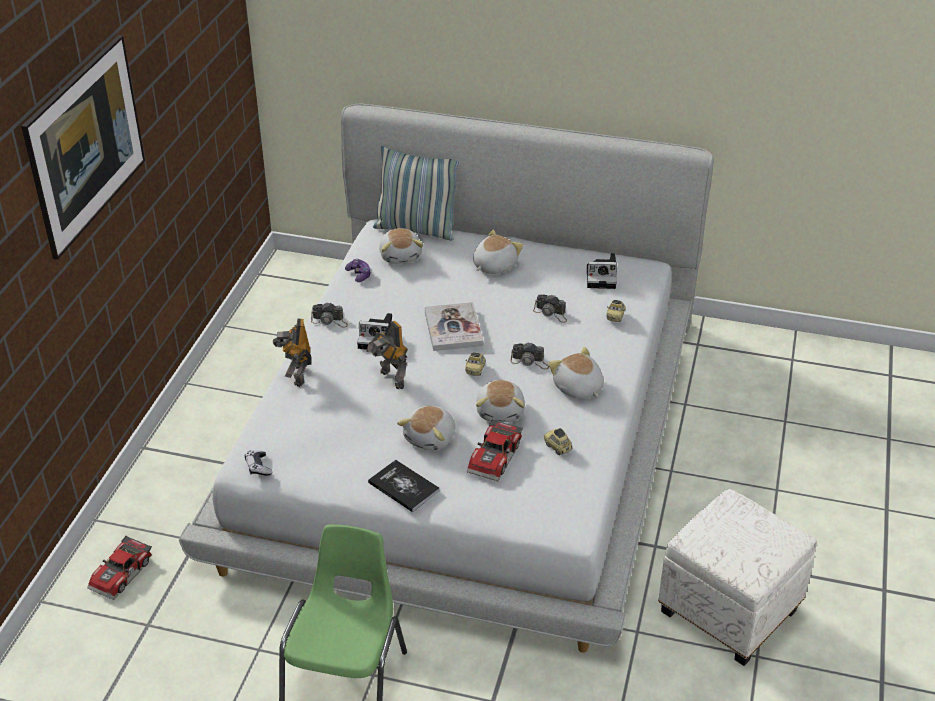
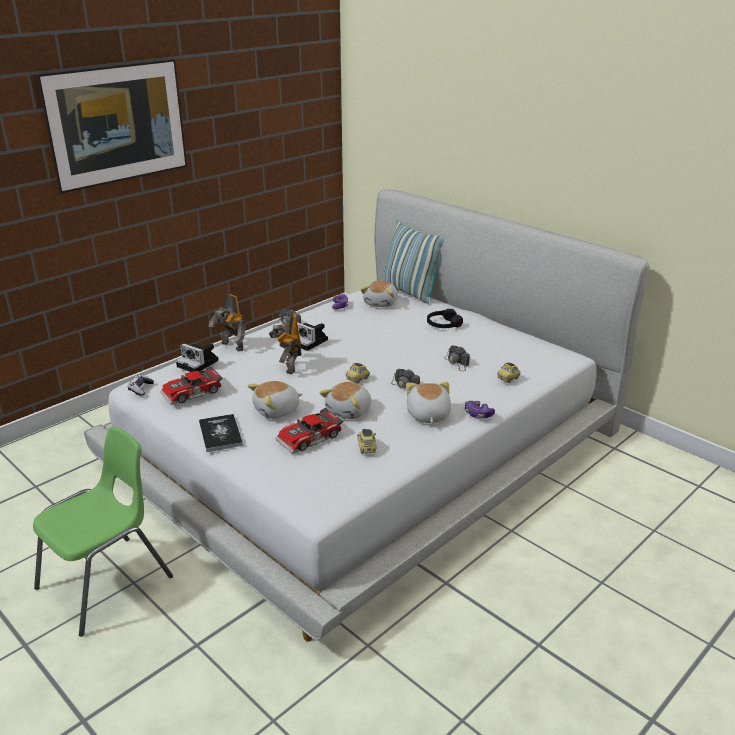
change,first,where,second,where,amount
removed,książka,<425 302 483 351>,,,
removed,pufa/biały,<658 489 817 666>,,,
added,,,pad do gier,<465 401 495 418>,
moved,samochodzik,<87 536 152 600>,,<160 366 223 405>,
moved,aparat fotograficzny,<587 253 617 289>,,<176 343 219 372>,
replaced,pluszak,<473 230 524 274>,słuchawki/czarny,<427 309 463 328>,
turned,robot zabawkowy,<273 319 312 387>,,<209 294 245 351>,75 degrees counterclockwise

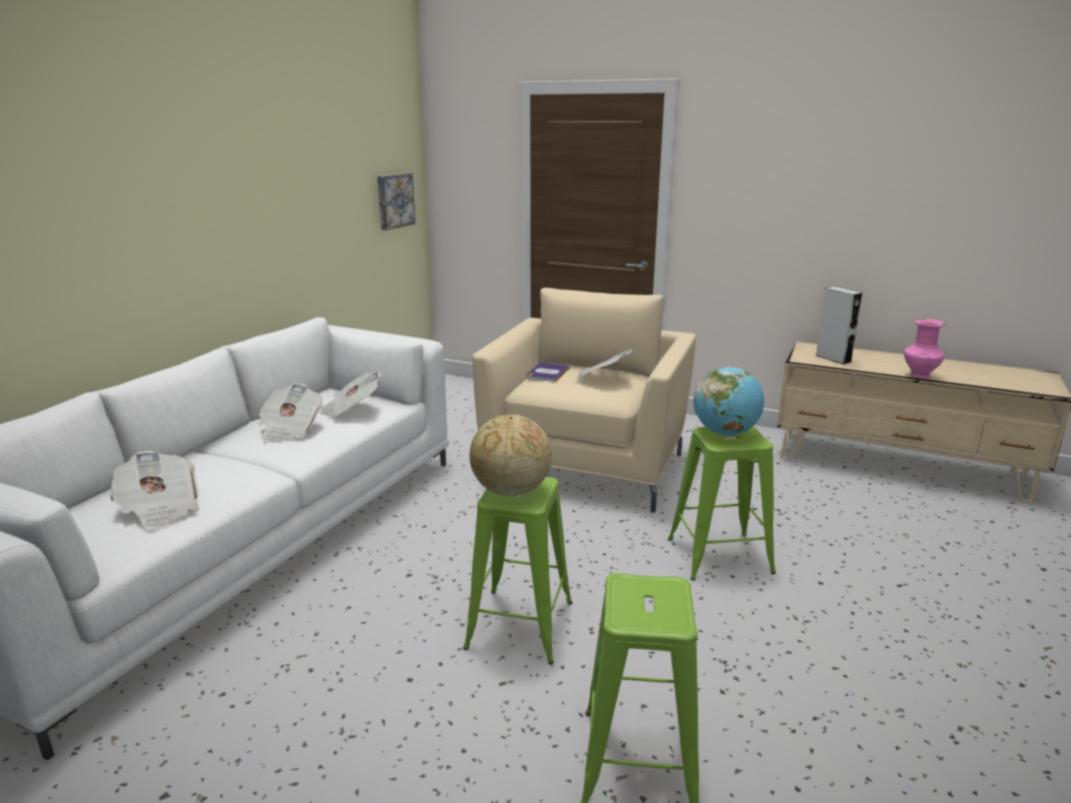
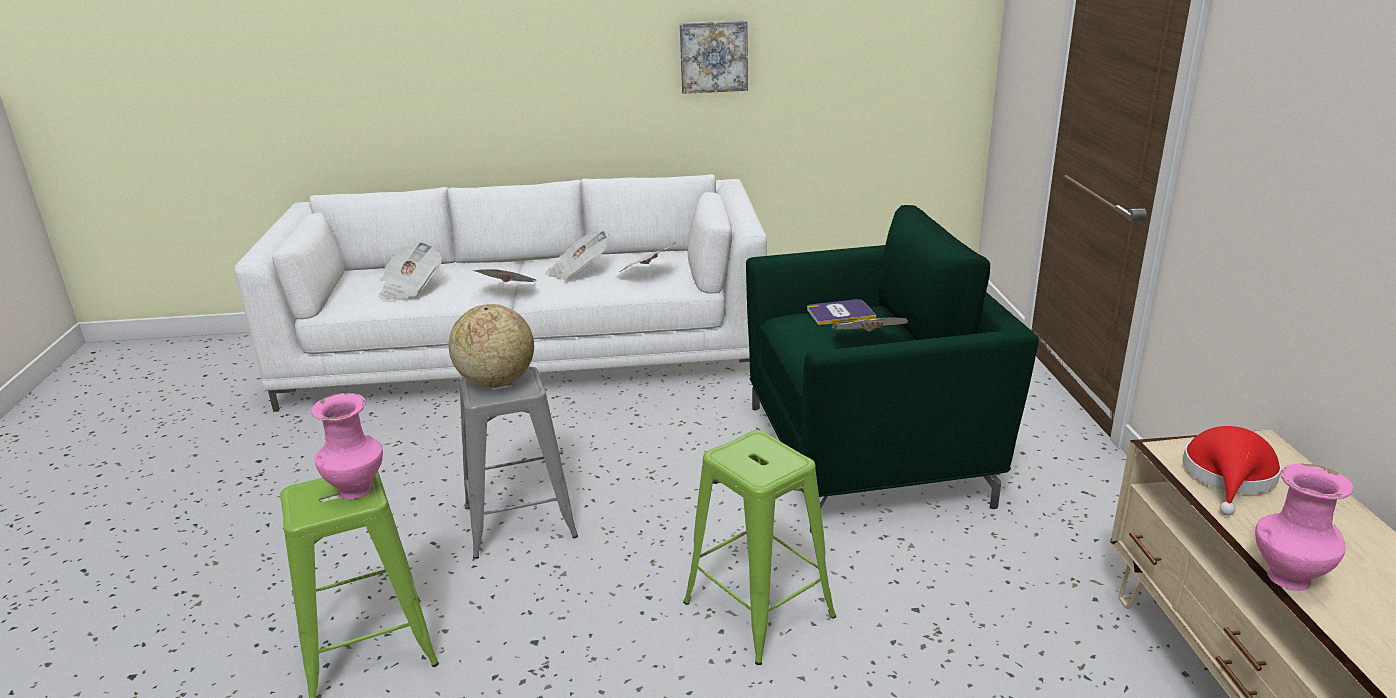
change,first,where,second,where,amount
removed,globus,<694 367 764 436>,,,
added,,,wazon/różowy,<311 393 383 500>,
added,,,gazeta,<474 269 536 282>,
moved,obraz,<377 173 416 230>,,<680 20 748 94>,
replaced,głośnik/szary,<816 287 862 365>,kapelusz/czerwony,<1183 426 1282 516>,
recoloured,stołek/zielony,<463 477 572 664>,stołek/szary,<459 367 578 559>,
recoloured,fotel/beżowy,<472 288 696 513>,fotel/zielony,<746 205 1039 533>,

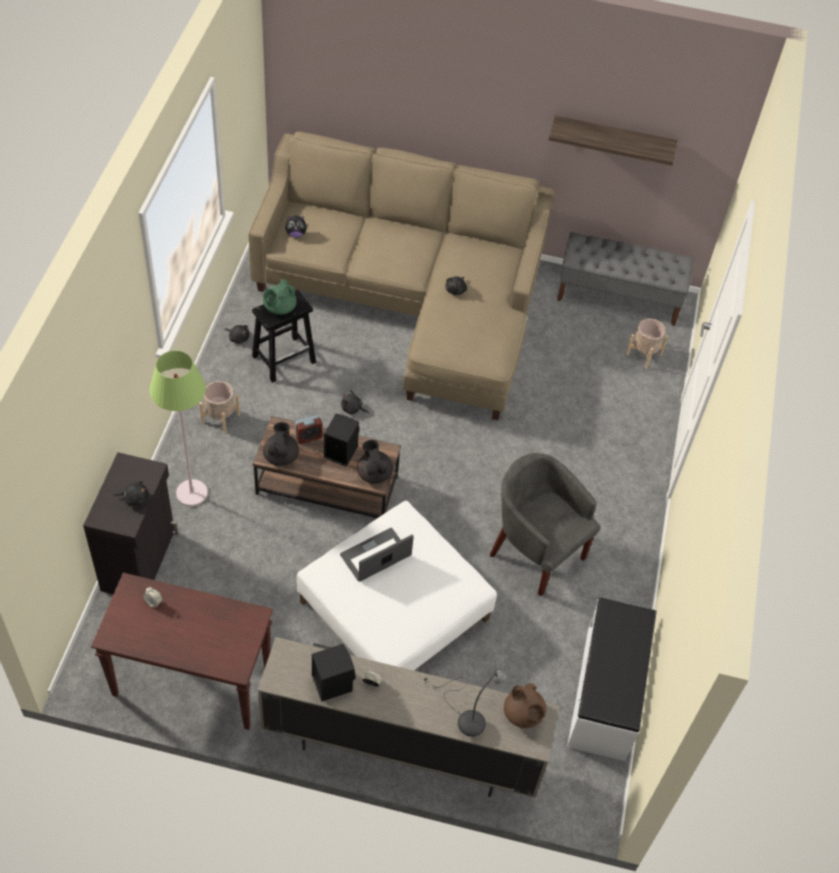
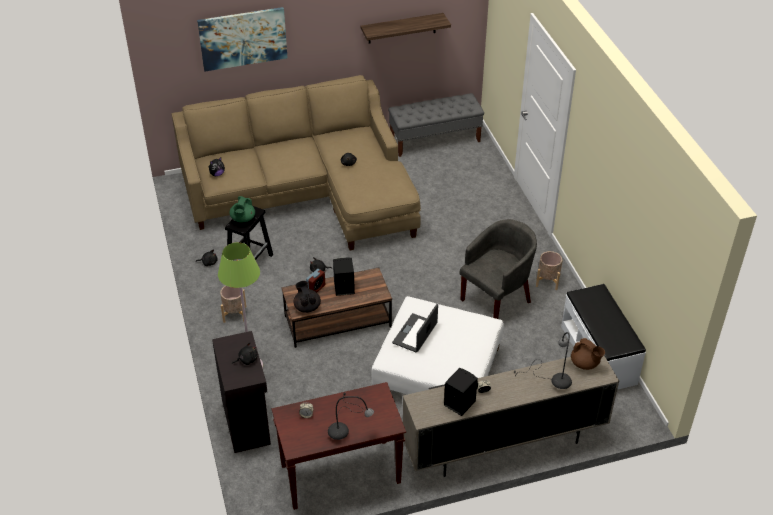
change,first,where,second,where,amount
removed,imbryk/czarny,<357 440 393 483>,,,
added,,,obraz,<197 7 288 72>,
added,,,lampa stołowa/szary,<328 393 374 440>,
moved,donica/beżowy,<626 318 668 369>,,<536 251 562 290>,
turned,fotel/szary,<490 453 600 596>,,<460 219 537 319>,120 degrees clockwise

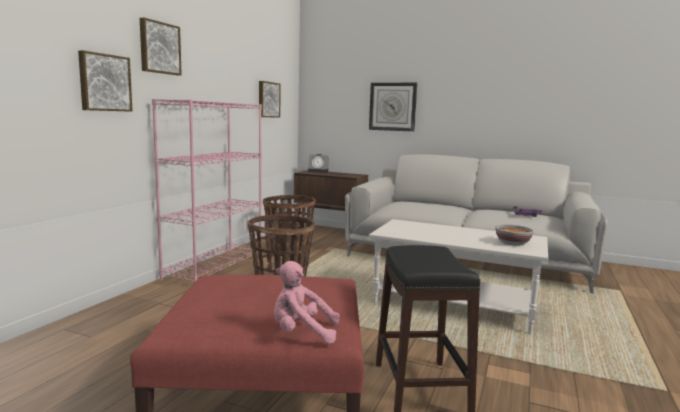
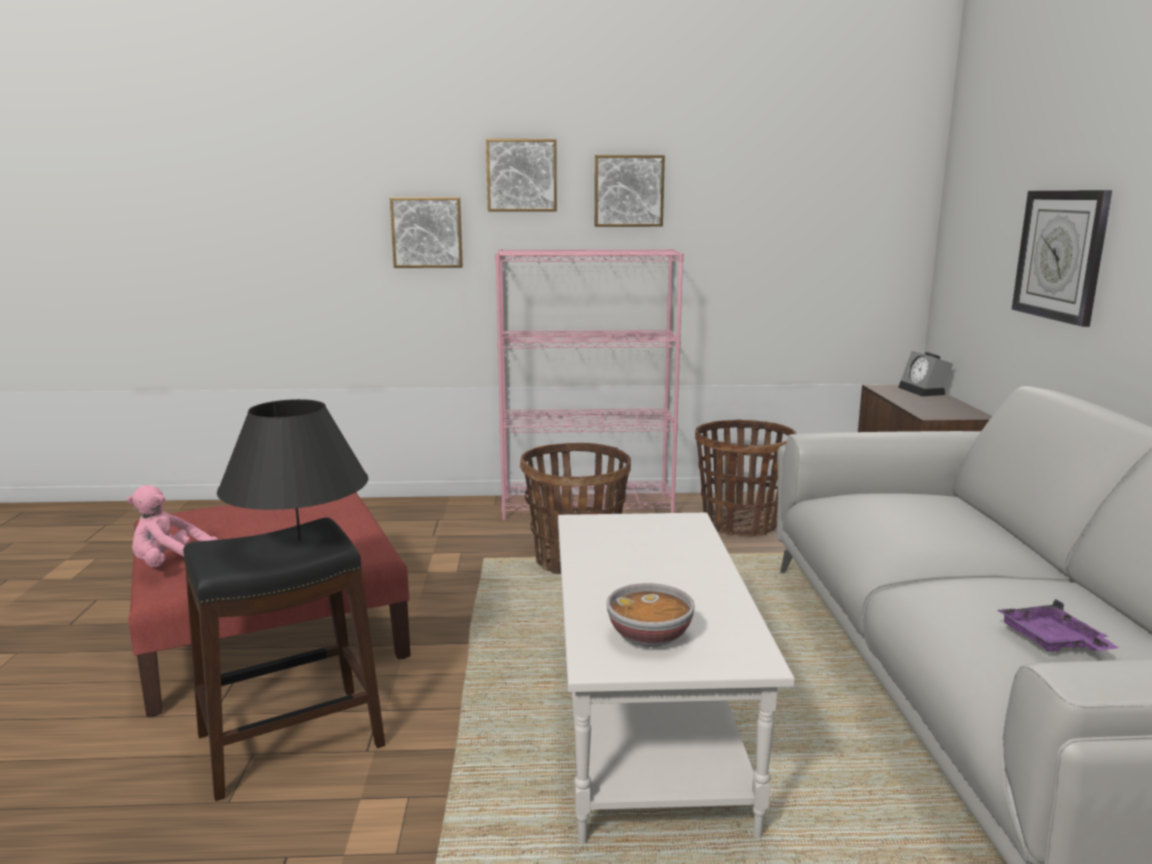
change,first,where,second,where,amount
added,,,lampa stołowa/czarny,<217 399 368 541>,
moved,obraz,<259 81 281 118>,,<595 155 665 227>,
turned,pluszak/różowy,<274 261 340 344>,,<127 485 218 567>,90 degrees counterclockwise

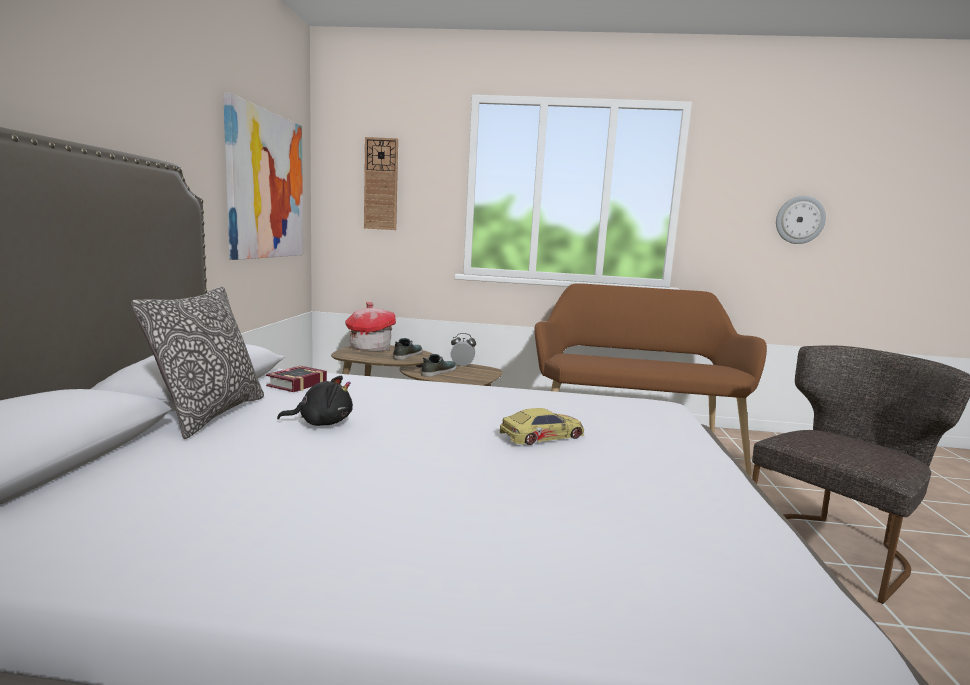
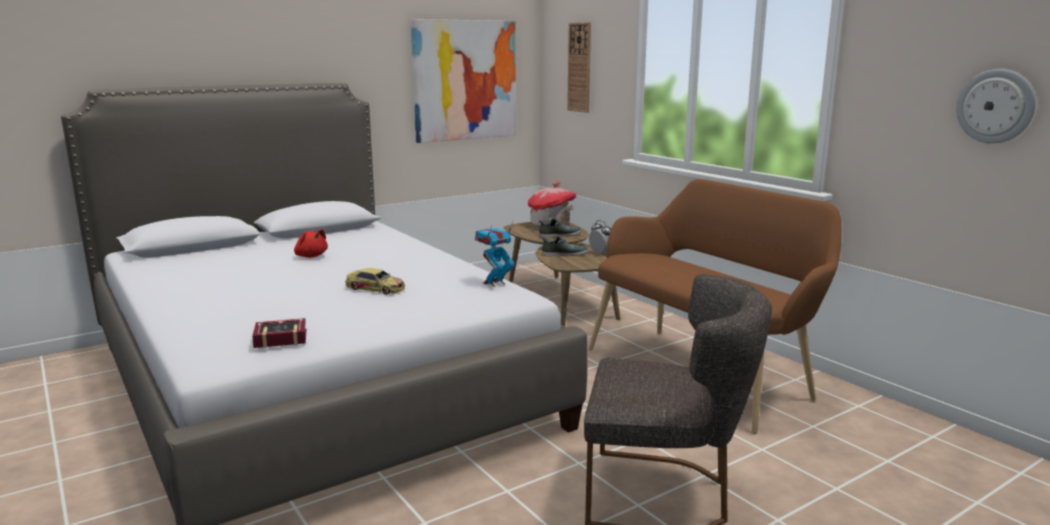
change,first,where,second,where,amount
removed,poduszka,<131 287 264 439>,,,
added,,,robot zabawkowy,<475 222 514 287>,
moved,książka,<266 366 327 392>,,<252 318 306 348>,
recoloured,pluszak/czarny,<277 375 353 426>,pluszak/czerwony,<294 229 328 258>,

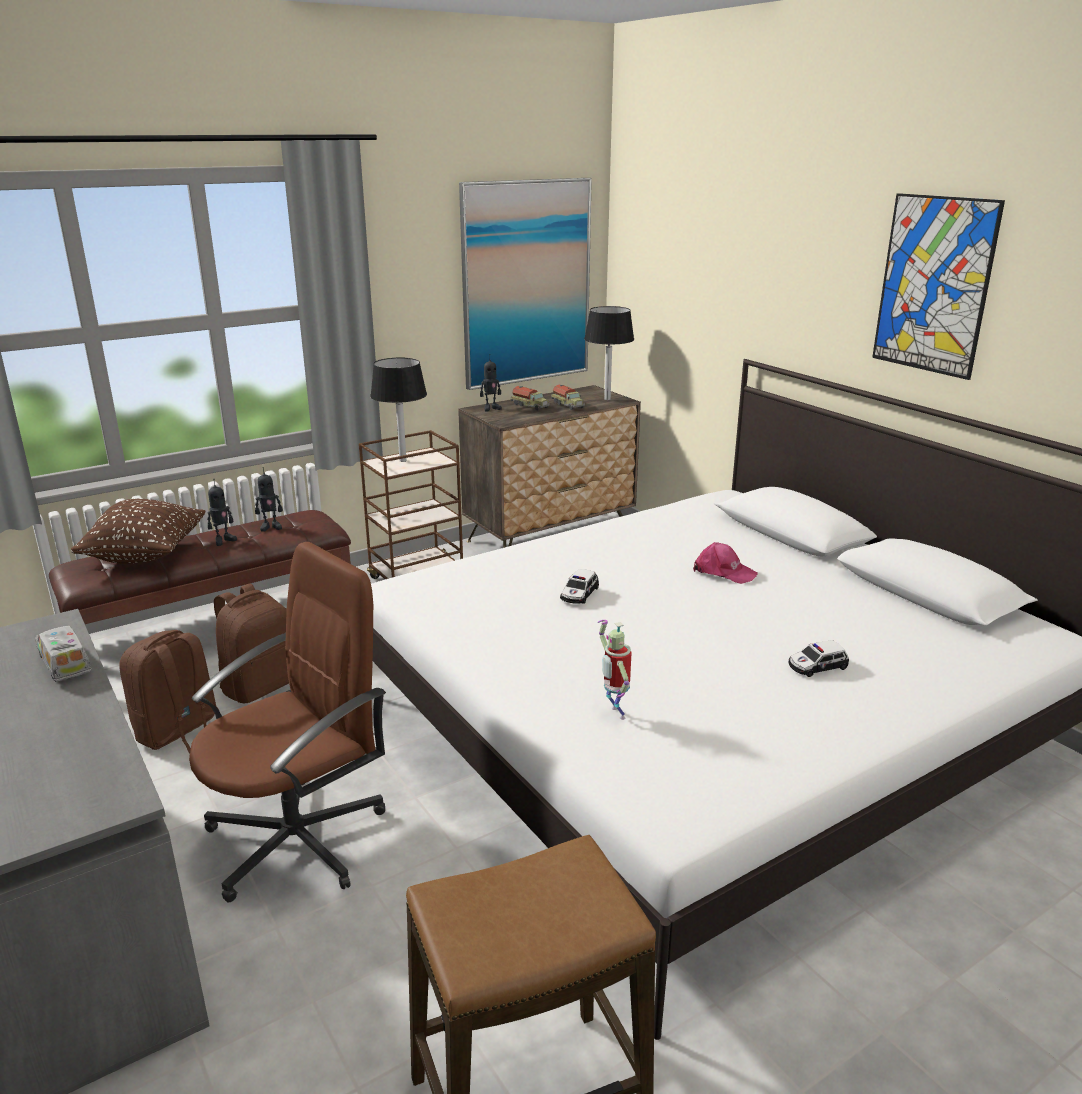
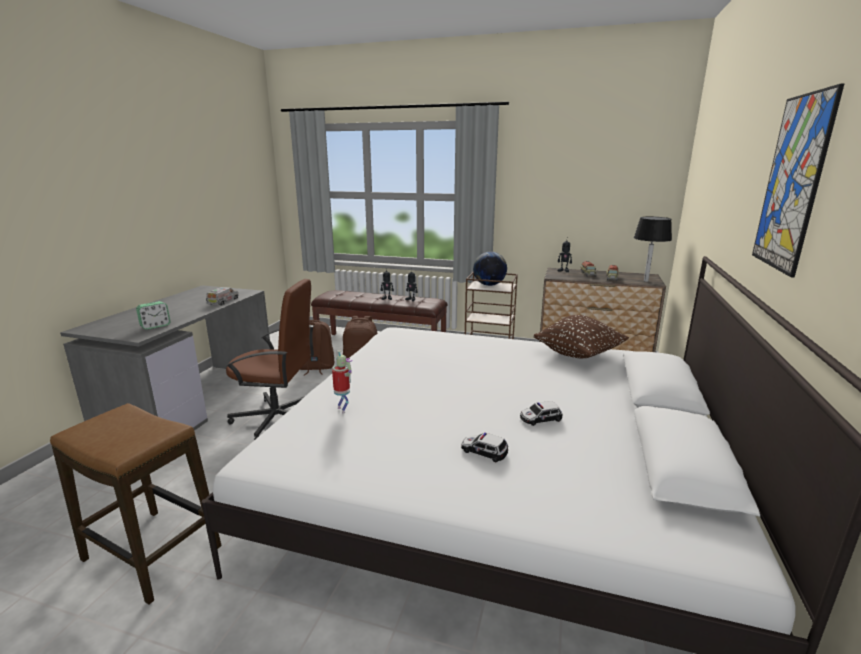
change,first,where,second,where,amount
removed,obraz,<459 178 592 390>,,,
removed,czapka z daszkiem/różowy,<693 542 758 584>,,,
added,,,budzik,<136 301 170 330>,
moved,poduszka/brązowy,<71 499 206 564>,,<533 315 629 358>,
moved,samochodzik,<560 569 599 604>,,<520 401 562 426>,
replaced,lampa stołowa/czarny,<370 358 427 462>,globus,<473 252 507 286>,
turned,robot zabawkowy,<598 620 632 720>,,<332 350 352 414>,120 degrees clockwise

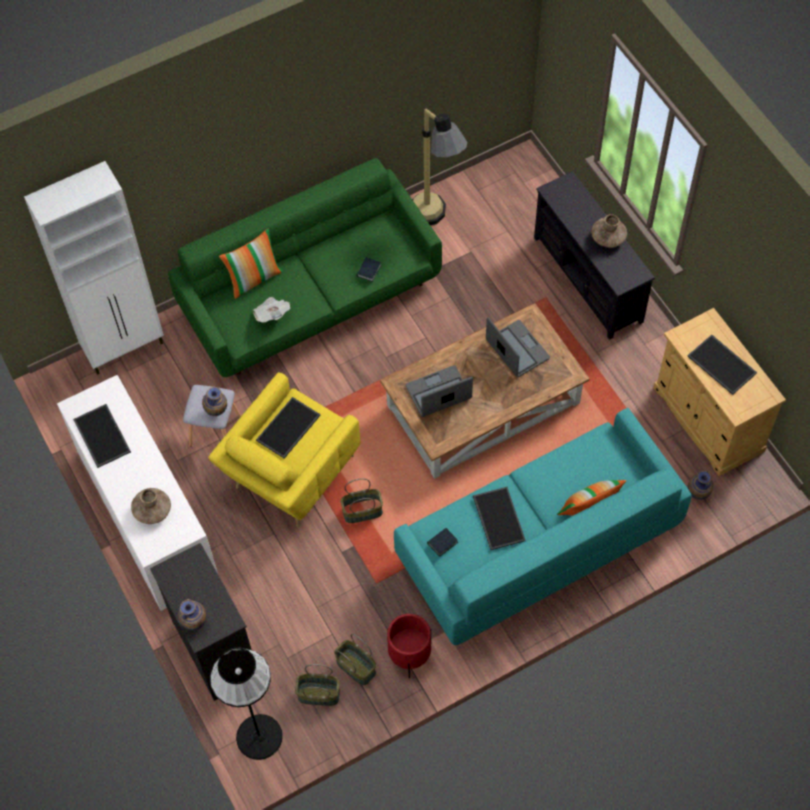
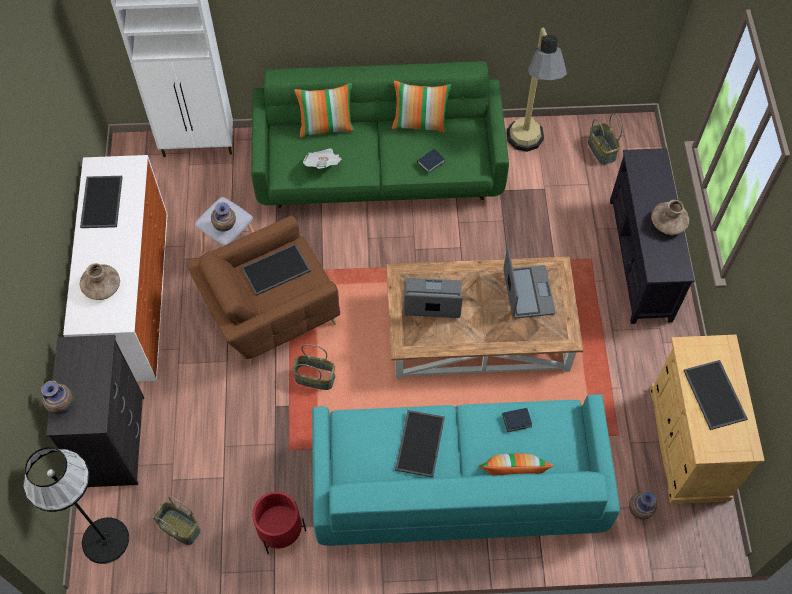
change,first,where,second,where,amount
added,,,poduszka,<392 81 451 133>,
moved,koszyk,<334 634 376 685>,,<588 113 622 165>,
moved,książka,<427 528 458 557>,,<502 408 532 432>,
recoloured,fotel/żółty,<208 372 361 527>,fotel/brązowy,<186 215 340 366>,

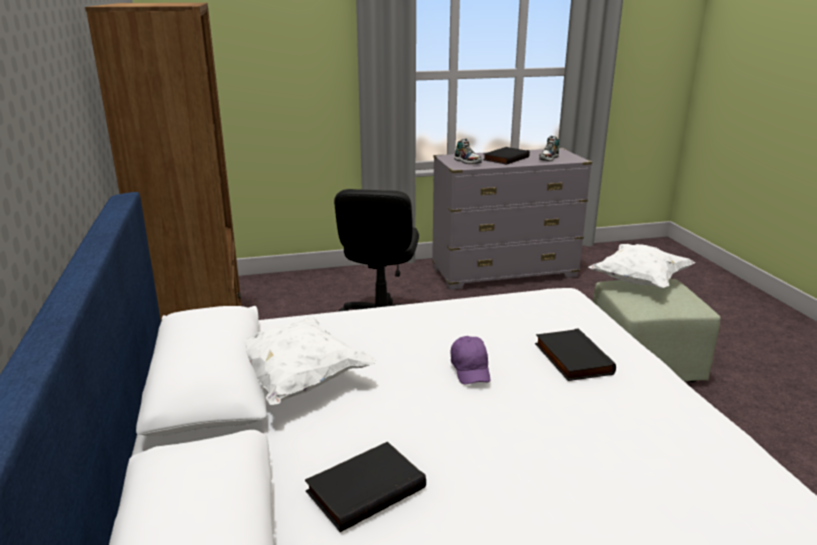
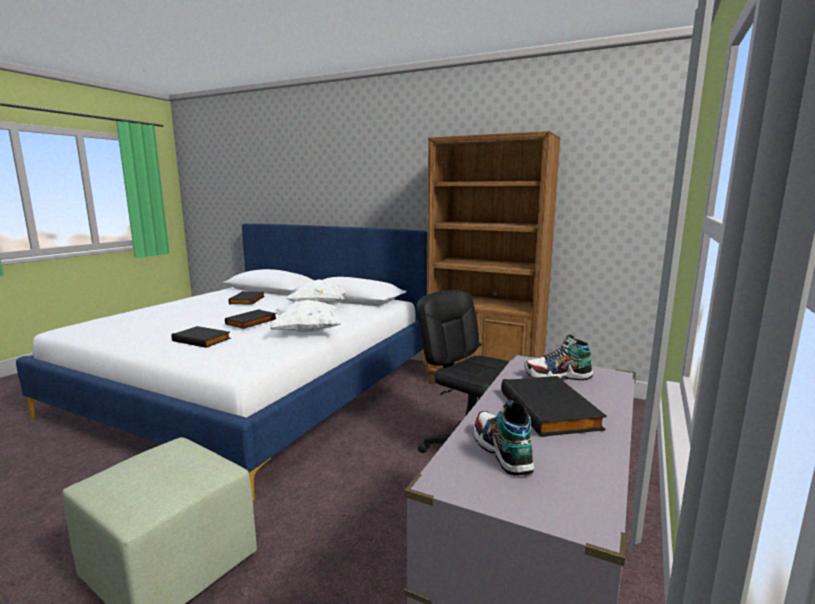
change,first,where,second,where,amount
moved,poduszka/biały,<589 244 695 289>,,<269 300 342 333>,
replaced,czapka z daszkiem/fioletowy,<451 336 491 384>,książka/czarny,<225 309 277 329>,

